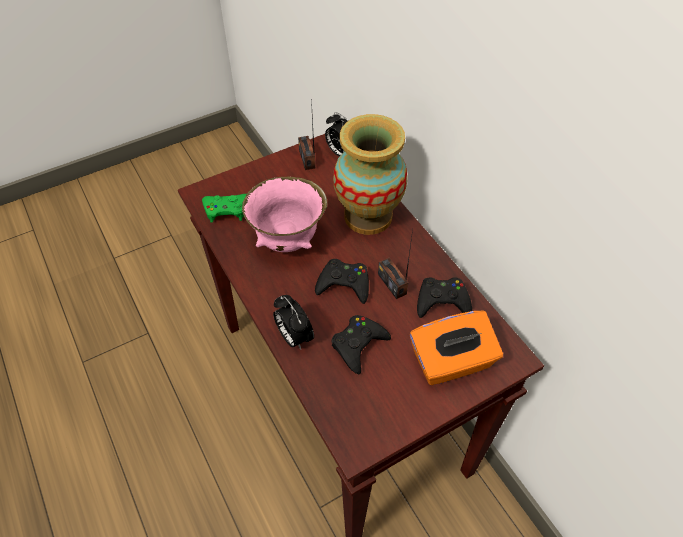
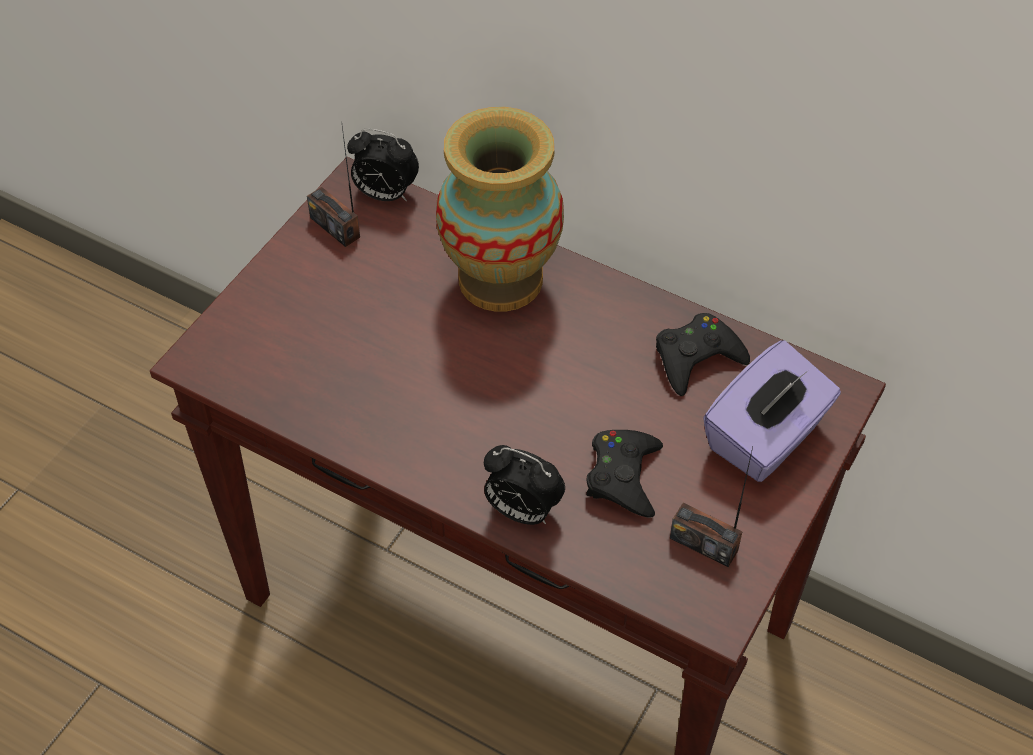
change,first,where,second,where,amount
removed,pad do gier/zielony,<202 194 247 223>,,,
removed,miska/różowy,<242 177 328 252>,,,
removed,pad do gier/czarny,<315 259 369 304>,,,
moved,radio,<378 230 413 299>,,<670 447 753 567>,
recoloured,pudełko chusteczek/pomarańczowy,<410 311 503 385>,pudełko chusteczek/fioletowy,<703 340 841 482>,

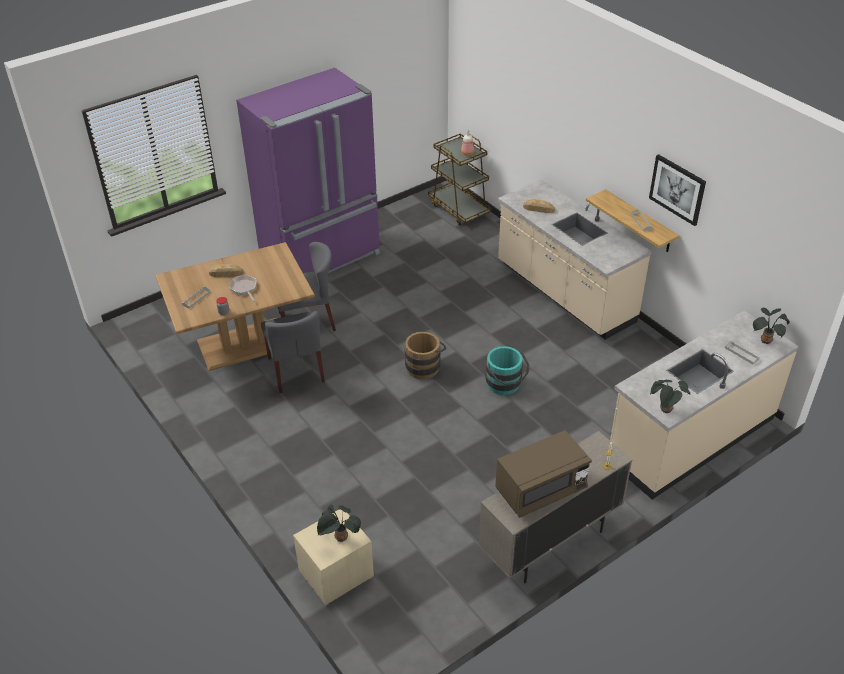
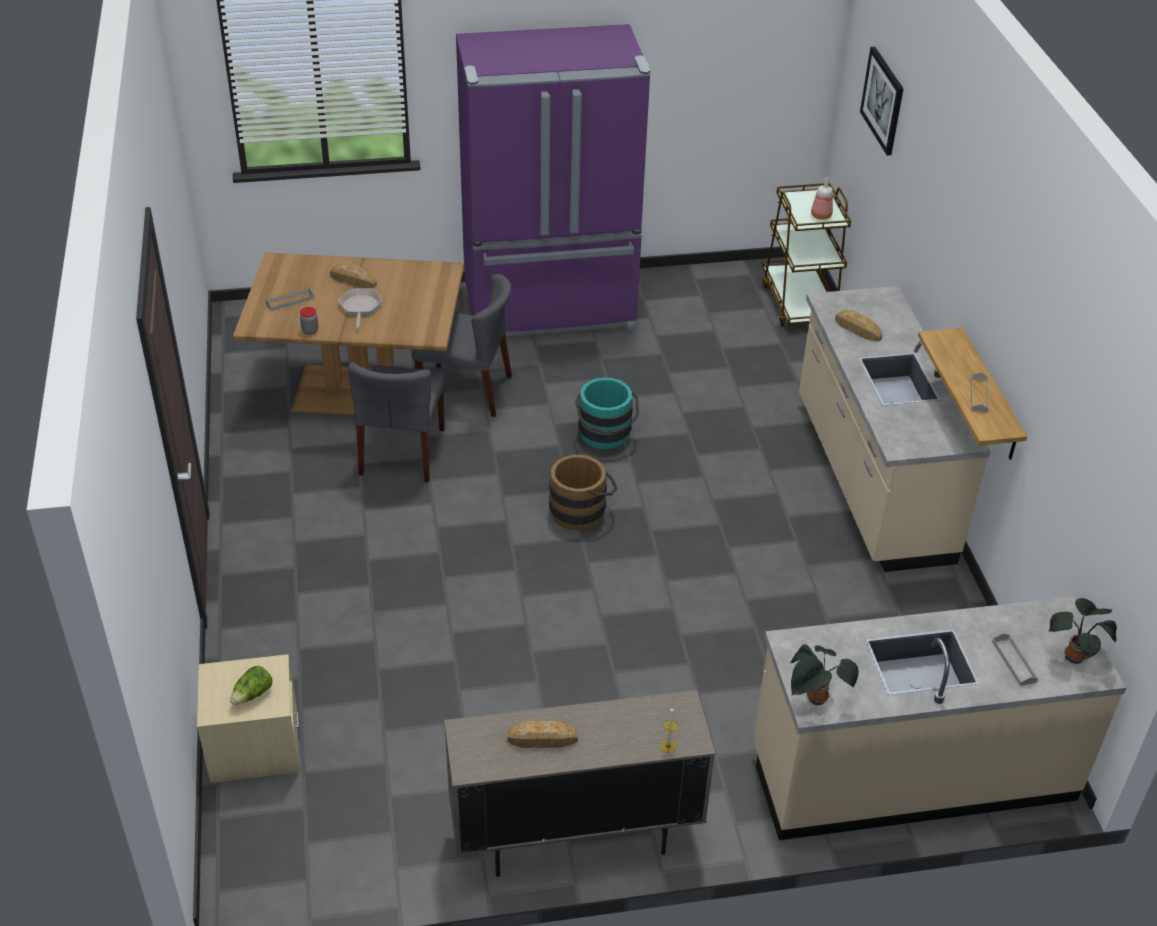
change,first,where,second,where,amount
moved,wiadro/turkusowy,<485 346 529 395>,,<575 378 639 449>,
moved,obraz,<649 154 706 226>,,<860 47 903 155>,
replaced,roślina doniczkowa,<317 505 361 542>,sałata,<230 666 273 705>,
replaced,mikrofalówka/brązowy,<495 430 592 518>,chleb,<507 721 578 748>,

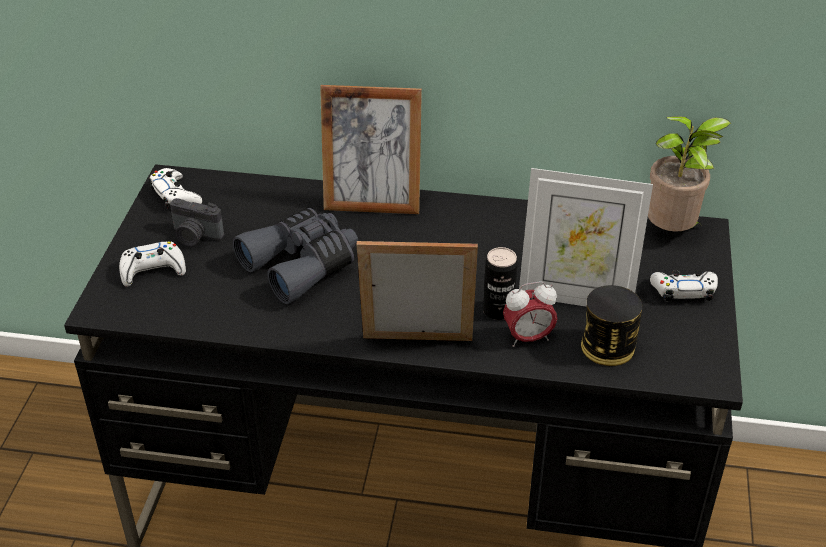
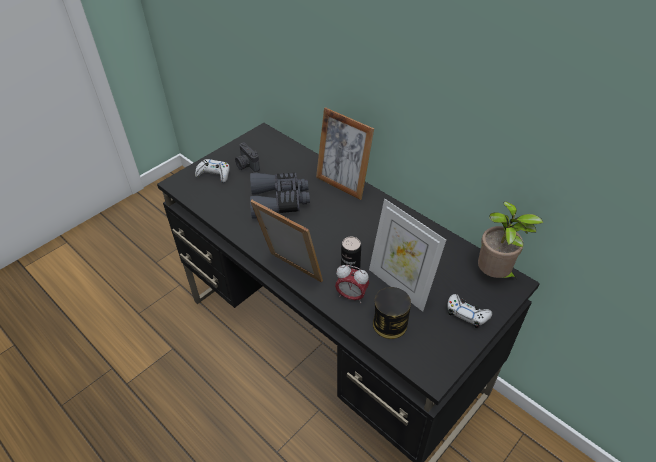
change,first,where,second,where,amount
removed,pad do gier/biały,<149 168 202 209>,,,

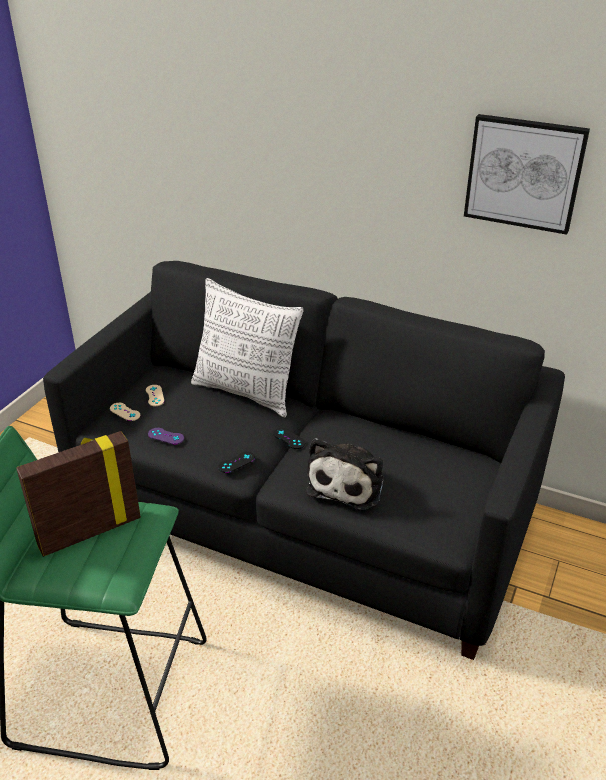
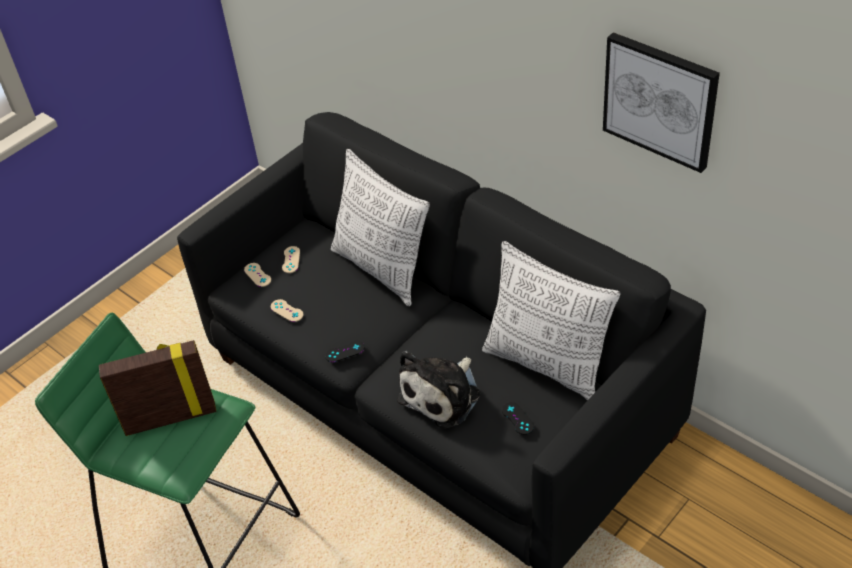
change,first,where,second,where,amount
added,,,poduszka,<482 241 620 401>,
moved,pad do gier/czarny,<273 428 305 449>,,<502 402 534 435>,
recoloured,pad do gier/fioletowy,<148 428 184 445>,pad do gier/beżowy,<271 299 304 322>,

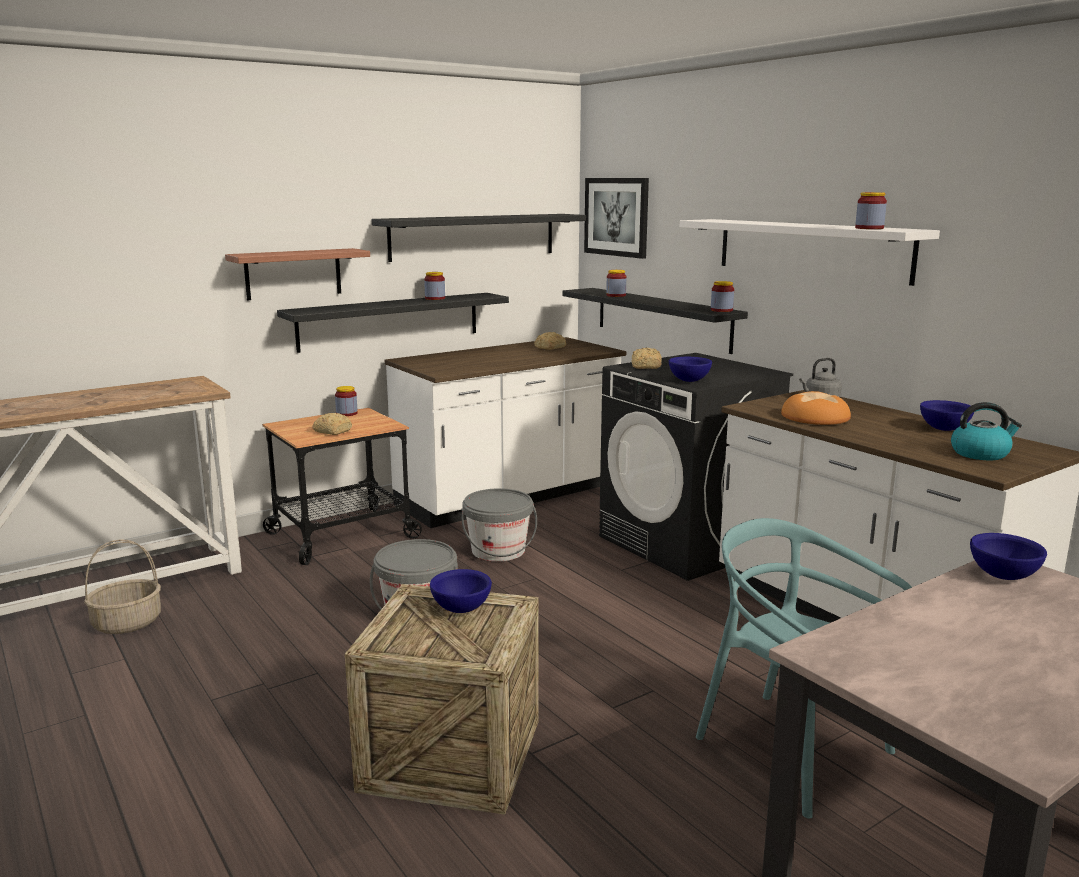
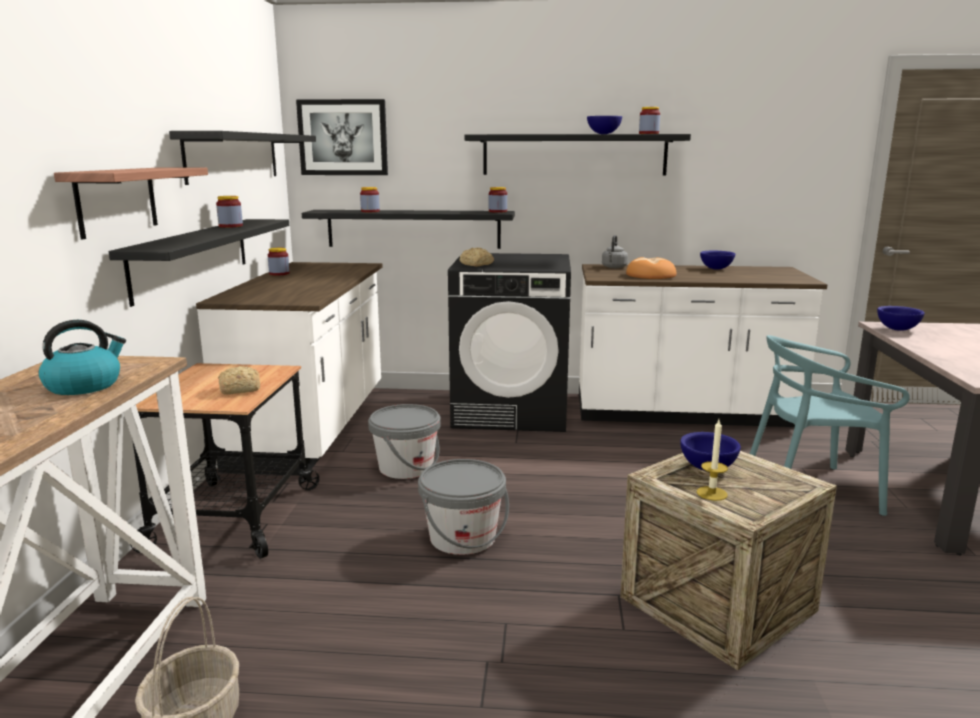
change,first,where,second,where,amount
removed,chleb,<534 332 566 350>,,,
added,,,świeca,<697 420 728 501>,
moved,słoik,<335 386 358 416>,,<268 248 290 275>,
moved,miska/niebieski,<669 357 712 382>,,<587 116 622 134>,
moved,czajnik,<951 402 1022 460>,,<39 320 126 395>,
recoloured,półka/biały,<680 219 940 286>,półka/czarny,<465 134 691 175>,

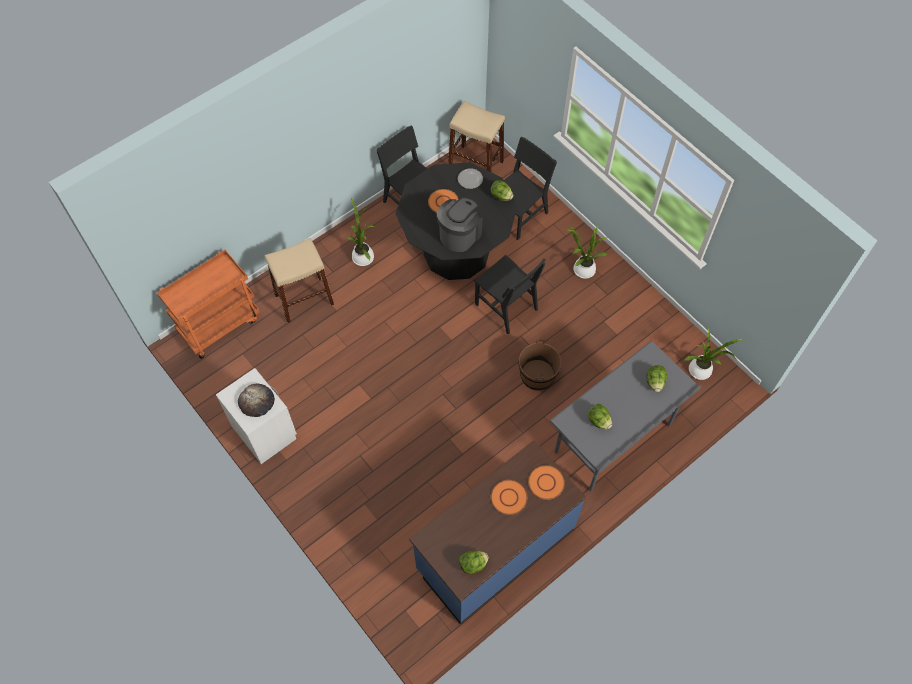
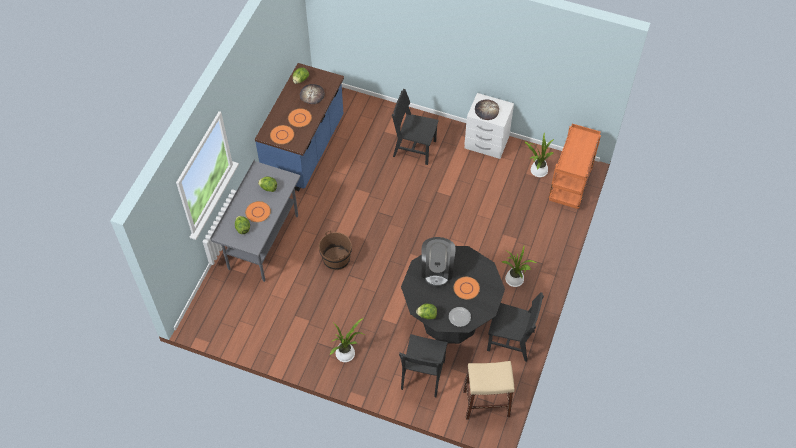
change,first,where,second,where,amount
removed,stołek/beżowy,<265 238 334 323>,,,
added,,,talerz/pomarańczowy,<245 201 271 222>,
added,,,chleb,<300 84 325 104>,
moved,krzesło/czarny,<474 254 546 335>,,<392 89 439 165>,
moved,roślina doniczkowa,<684 327 744 380>,,<524 133 554 177>,

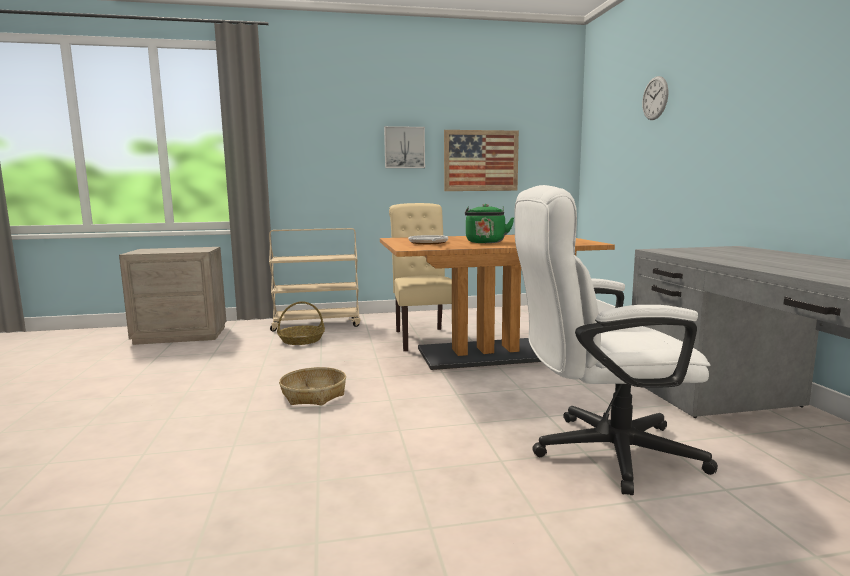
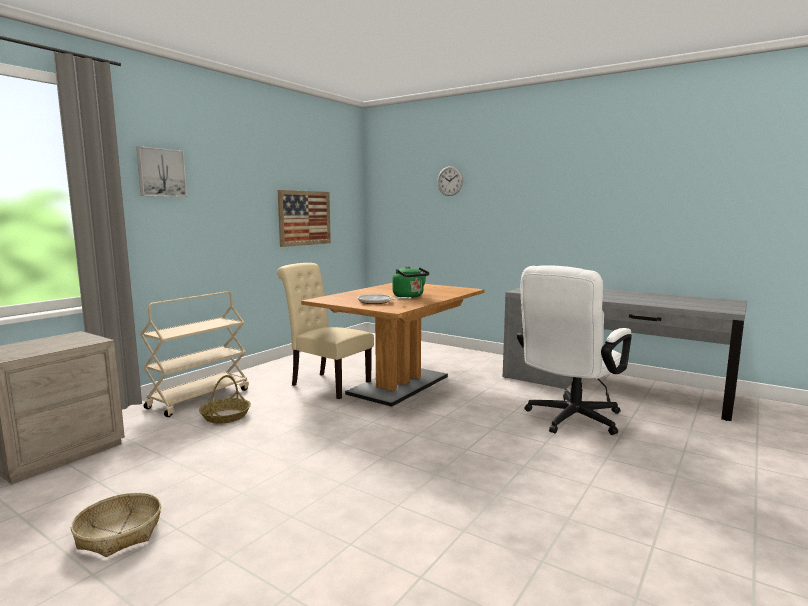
change,first,where,second,where,amount
moved,koszyk,<279 367 346 405>,,<71 493 161 557>,
moved,obraz,<384 126 425 168>,,<136 146 187 197>,

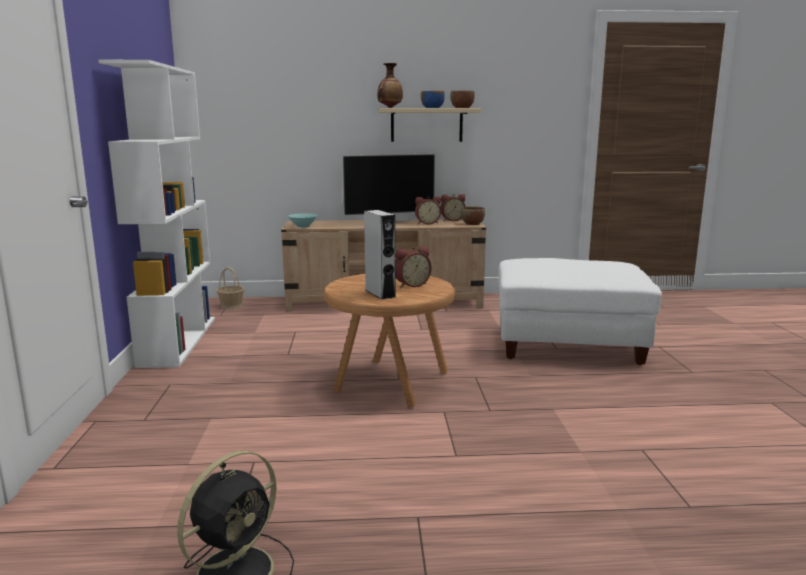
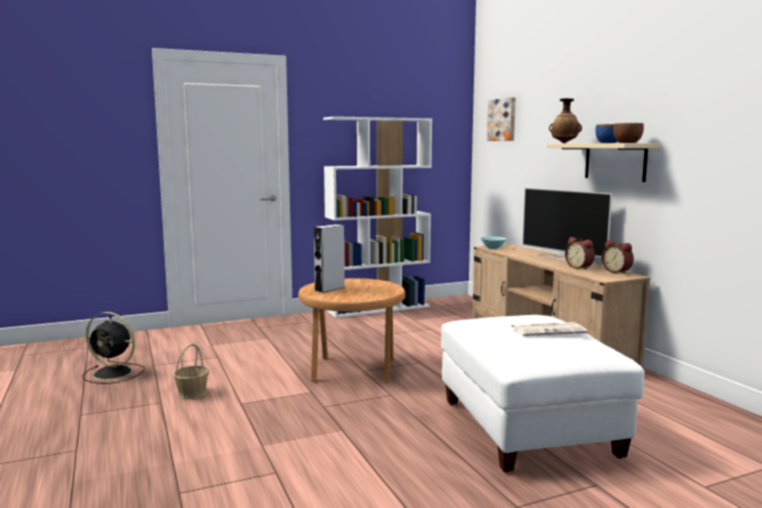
change,first,where,second,where,amount
removed,budzik,<395 246 432 288>,,,
removed,miska/brązowy,<461 206 485 225>,,,
added,,,obraz,<487 97 516 141>,
added,,,gazeta,<511 322 588 336>,
moved,koszyk,<216 267 244 309>,,<173 343 209 399>,

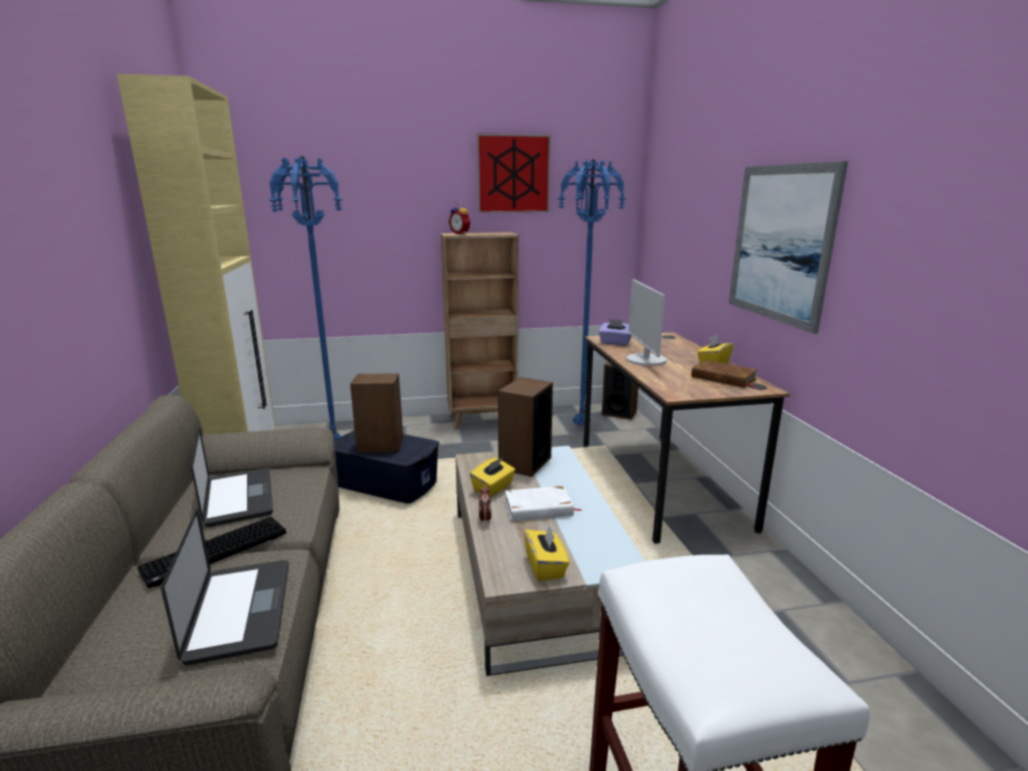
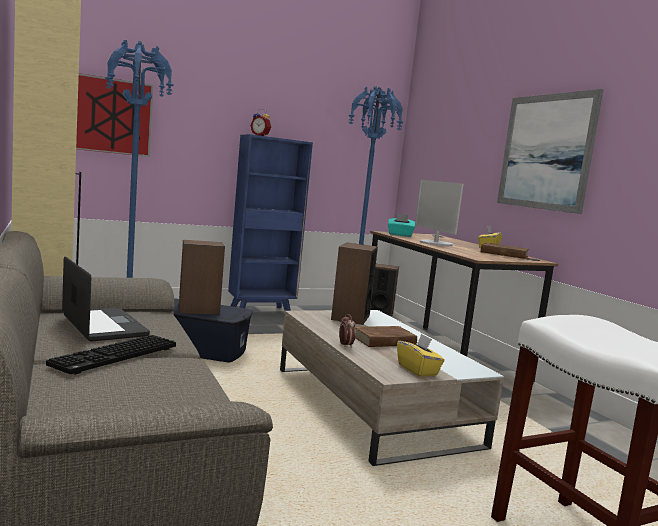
change,first,where,second,where,amount
removed,laptop,<161 508 289 666>,,,
removed,pudełko chusteczek/żółty,<470 457 515 497>,,,
moved,obraz,<477 134 551 213>,,<76 73 153 157>,
recoloured,regał/brązowy,<441 232 519 430>,regał/niebieski,<228 134 313 311>,
recoloured,książka/biały,<505 486 582 521>,książka/brązowy,<355 326 418 347>,
recoloured,pudełko chusteczek/fioletowy,<599 319 631 346>,pudełko chusteczek/turkusowy,<388 214 415 237>,

